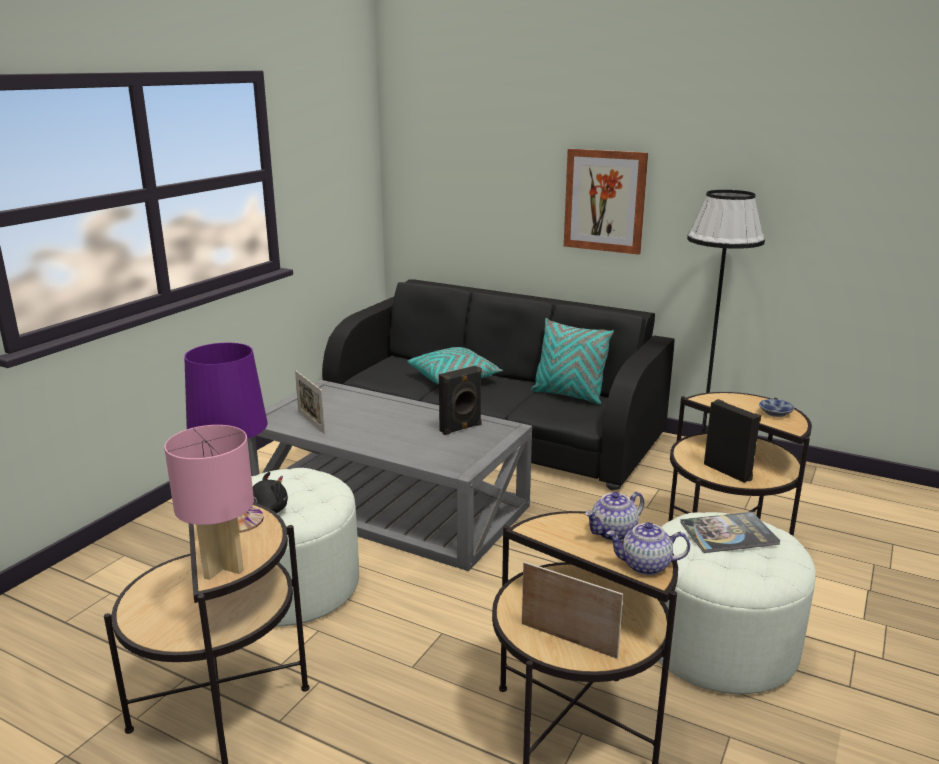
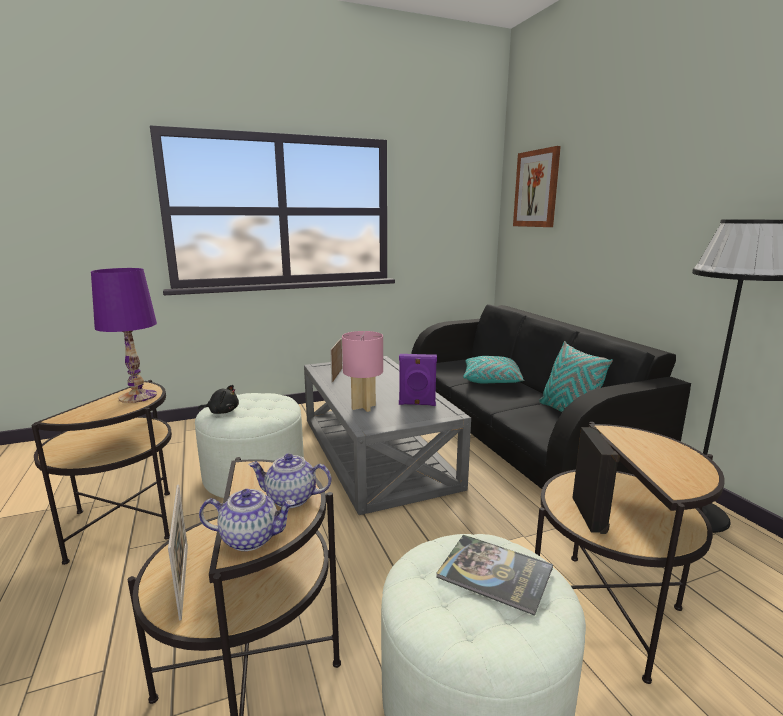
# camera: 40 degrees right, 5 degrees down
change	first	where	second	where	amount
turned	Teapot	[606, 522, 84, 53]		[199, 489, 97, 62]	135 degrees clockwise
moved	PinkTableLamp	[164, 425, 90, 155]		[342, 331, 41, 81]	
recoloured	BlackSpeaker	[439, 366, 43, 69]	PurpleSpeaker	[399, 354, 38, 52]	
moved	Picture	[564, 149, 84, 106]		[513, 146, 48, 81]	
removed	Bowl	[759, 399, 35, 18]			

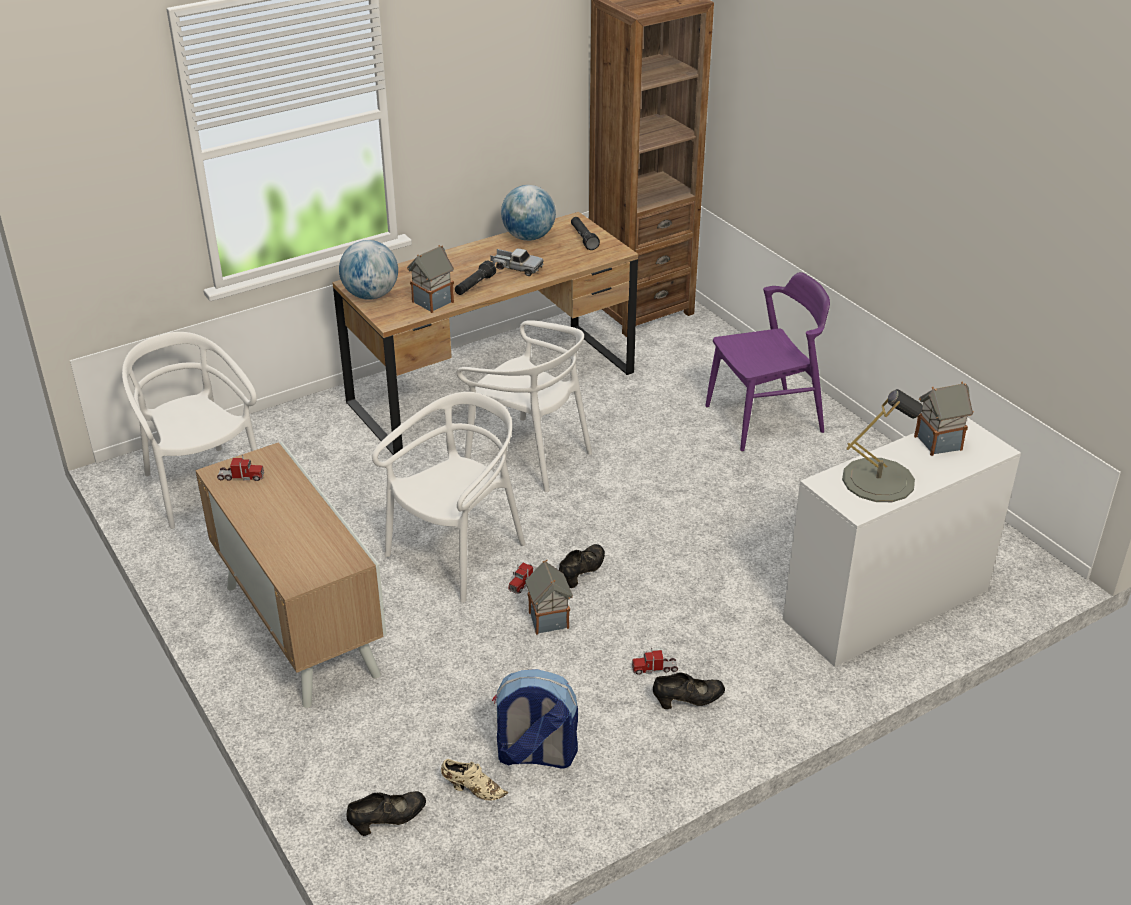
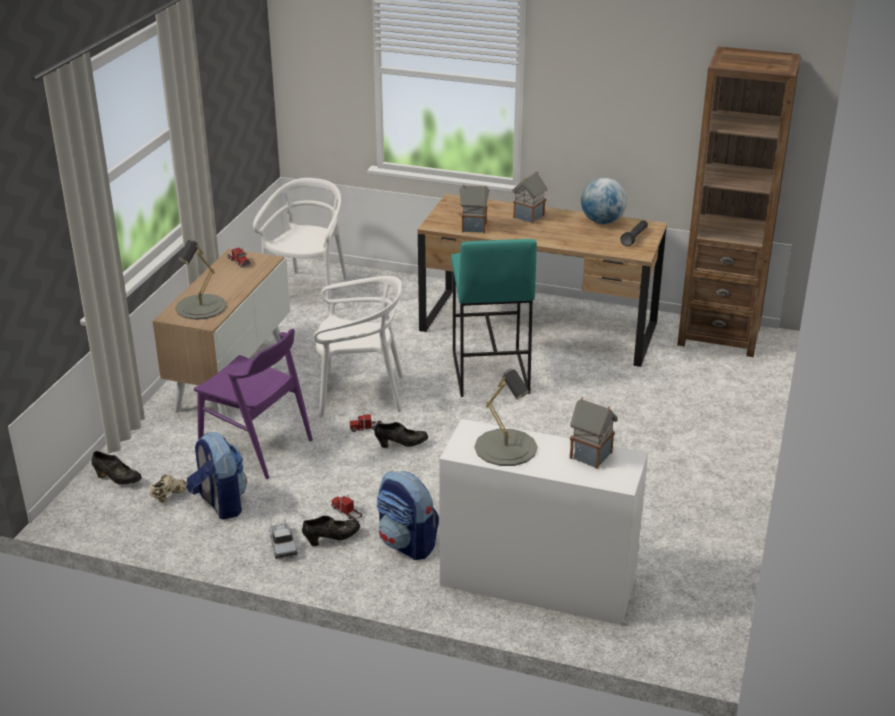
# camera: 50 degrees right, 5 degrees down
change	first	where	second	where	amount
turned	BeigeShoe	[441, 759, 67, 41]		[150, 474, 37, 29]	120 degrees counterclockwise
added			GreyTableLamp	[175, 240, 52, 80]	
moved	PurpleChair	[705, 272, 125, 179]		[194, 329, 119, 150]	
moved	ToyTruck	[490, 248, 54, 28]		[269, 519, 29, 40]	
turned	BlackShoe	[653, 672, 72, 37]		[302, 516, 58, 30]	60 degrees counterclockwise
added			Backpack	[377, 471, 62, 89]	
replaced	WhiteChair	[456, 320, 136, 172]	TurquoiseStool	[451, 239, 86, 158]	
moved	ToyHouse	[525, 559, 48, 76]		[512, 171, 36, 53]	
removed	Globe	[339, 240, 59, 60]			
removed	BlackFlashlight	[455, 261, 41, 34]			

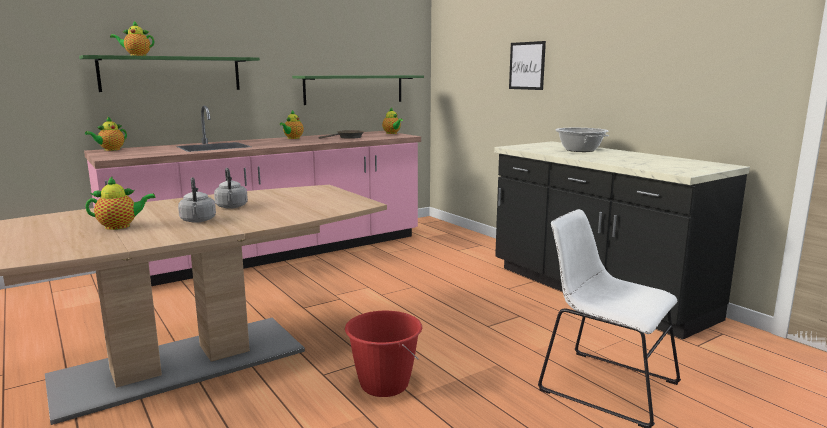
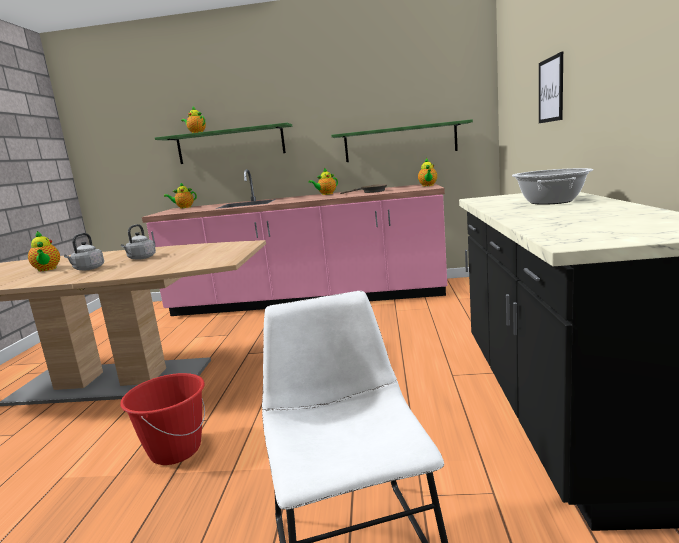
# camera: 40 degrees right, 0 degrees up
change	first	where	second	where	amount
turned	Teapot	[85, 176, 71, 54]		[28, 231, 32, 40]	45 degrees clockwise

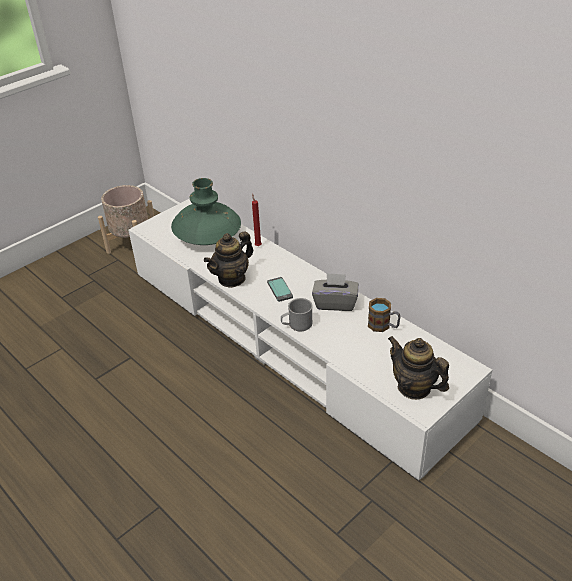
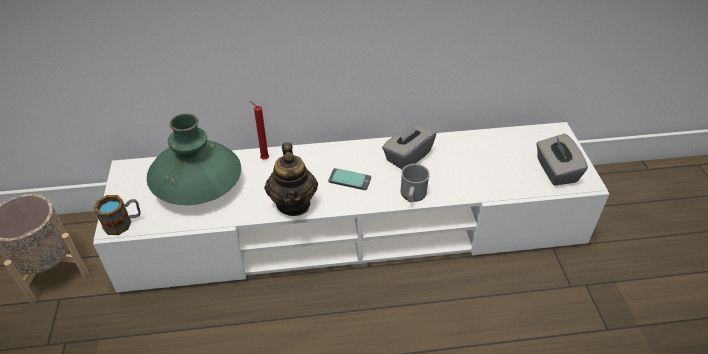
# camera: 55 degrees left, 5 degrees up
change	first	where	second	where	amount
moved	Mug	[368, 298, 33, 34]		[94, 195, 47, 40]	
replaced	Teapot	[388, 336, 61, 64]	GreyTissueBox	[536, 133, 52, 53]	

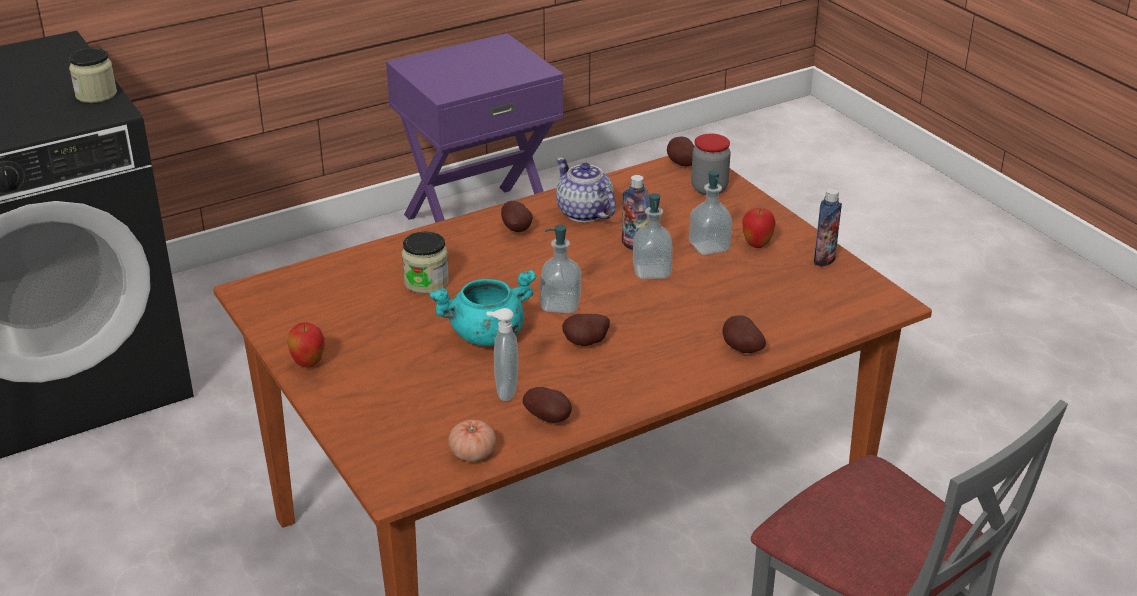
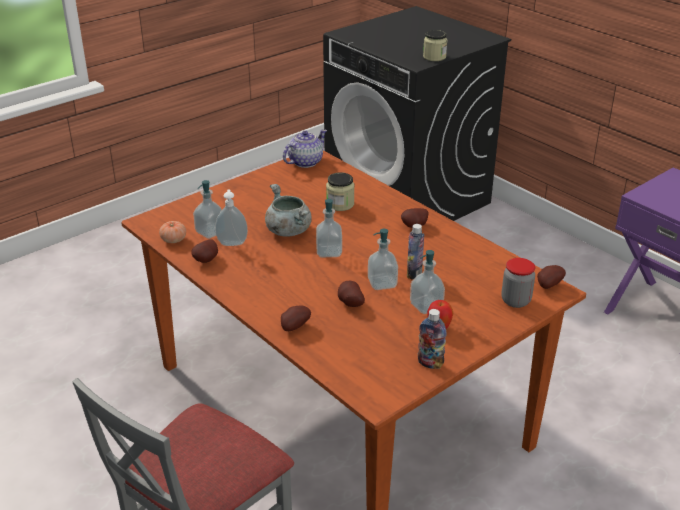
# camera: 80 degrees right, 0 degrees up
change	first	where	second	where	amount
added			SoapDispenser	[193, 180, 29, 59]	
recoloured	TurquoiseCookingPot	[430, 270, 107, 76]	GreyCookingPot	[265, 184, 47, 53]	
moved	Teapot	[556, 157, 60, 65]		[283, 129, 44, 39]	
moved	Potato	[562, 314, 48, 32]		[338, 281, 27, 26]	
removed	Apple	[287, 322, 38, 46]			

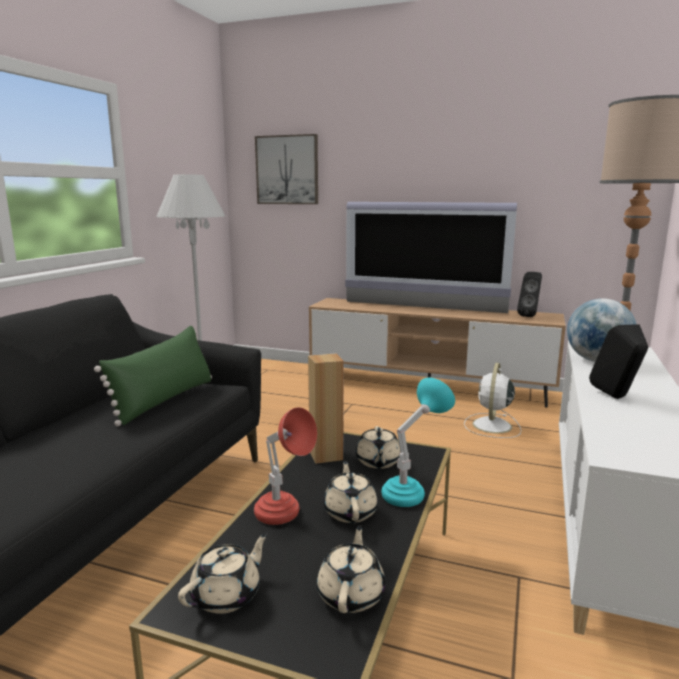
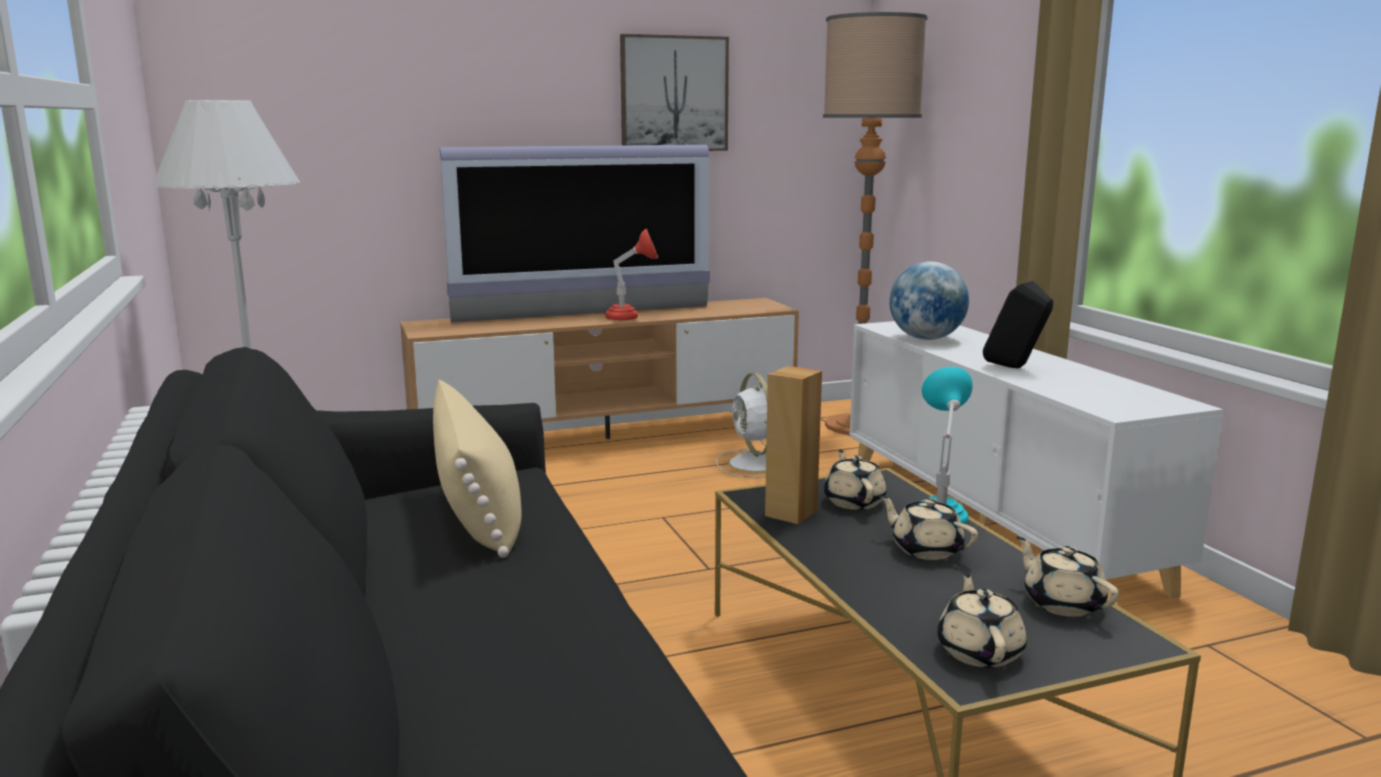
# camera: 40 degrees left, 0 degrees up
change	first	where	second	where	amount
recoloured	GreenPillow	[94, 326, 118, 100]	BeigePillow	[433, 380, 89, 178]	
moved	RedTableLamp	[254, 407, 63, 118]		[605, 228, 53, 92]	
moved	Picture	[255, 134, 63, 70]		[620, 34, 109, 117]	
turned	BeigeTeapot	[356, 426, 45, 43]		[824, 450, 63, 60]	150 degrees counterclockwise
removed	BlackSpeaker	[517, 272, 25, 45]			

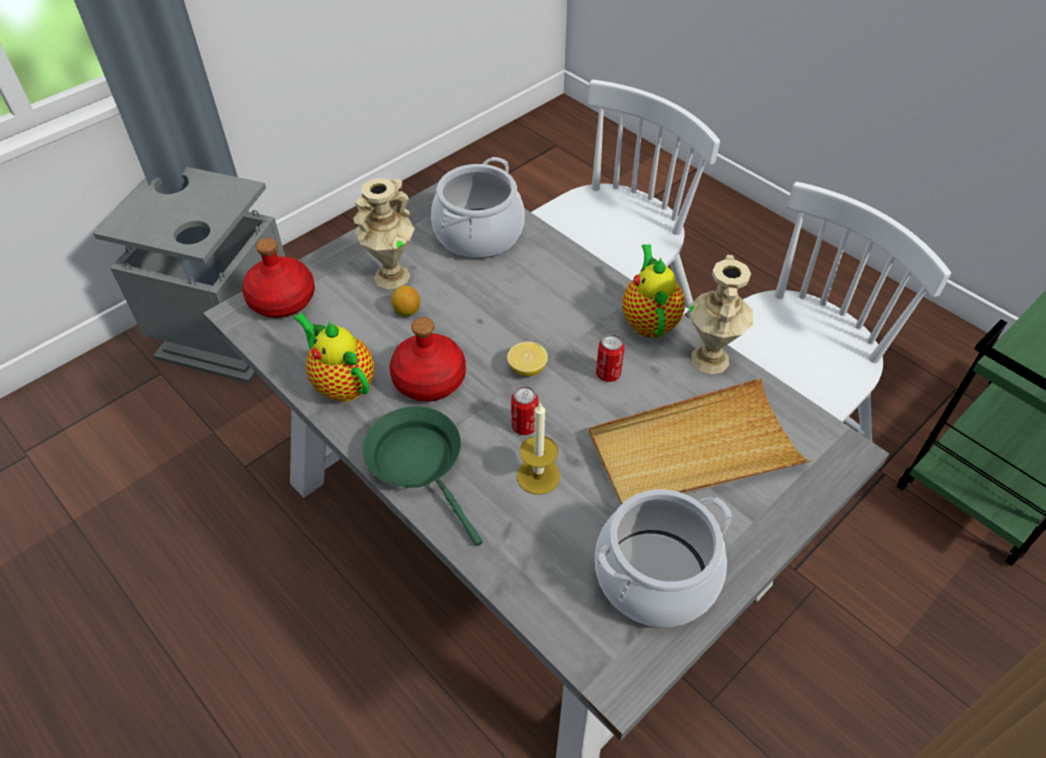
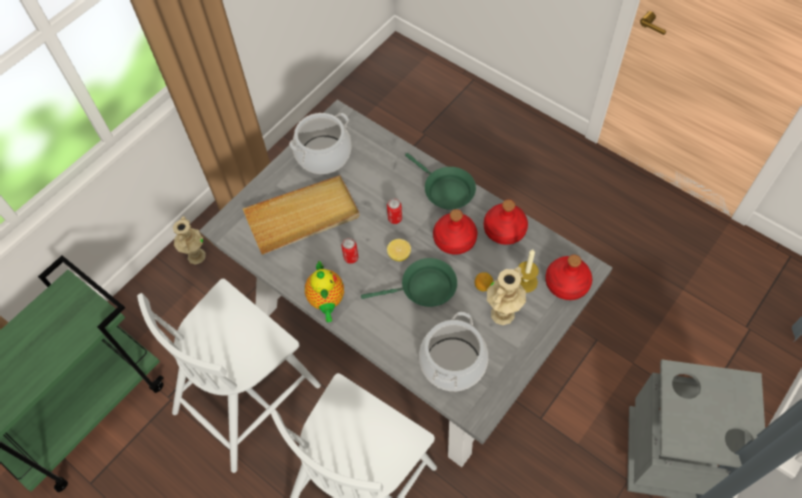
# camera: 175 degrees right, 10 degrees up
change	first	where	second	where	amount
moved	BeigeVase	[690, 255, 63, 119]		[173, 216, 33, 49]	
added			GreenFryingPan	[361, 258, 96, 49]	
replaced	Teapot	[294, 313, 81, 89]	RedBottle	[484, 199, 44, 46]	
moved	Candle	[517, 402, 43, 93]		[518, 249, 21, 44]	

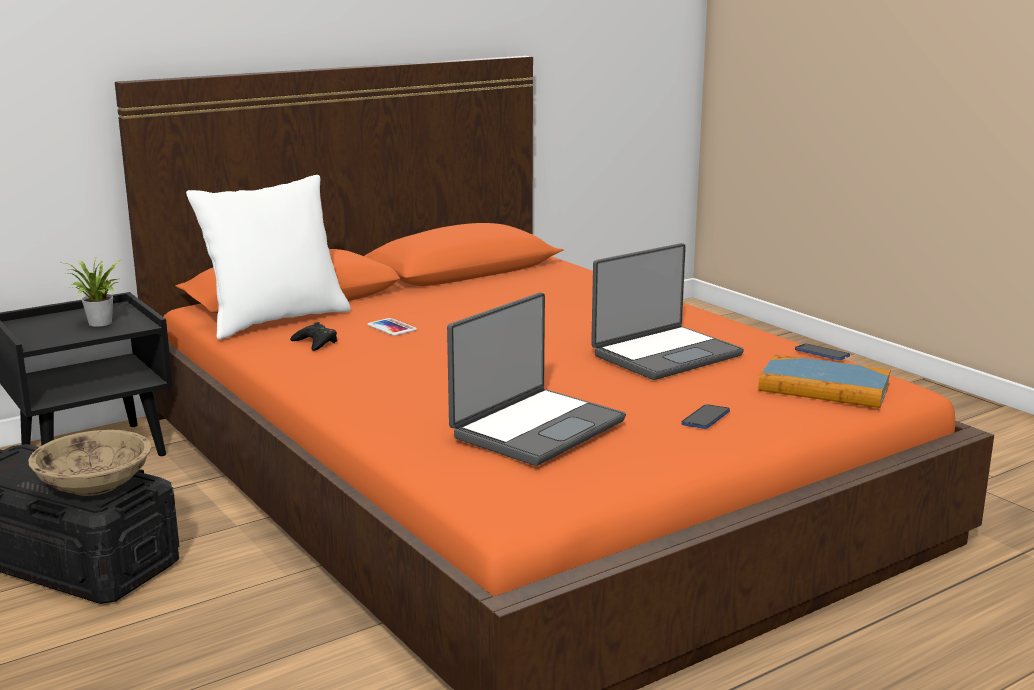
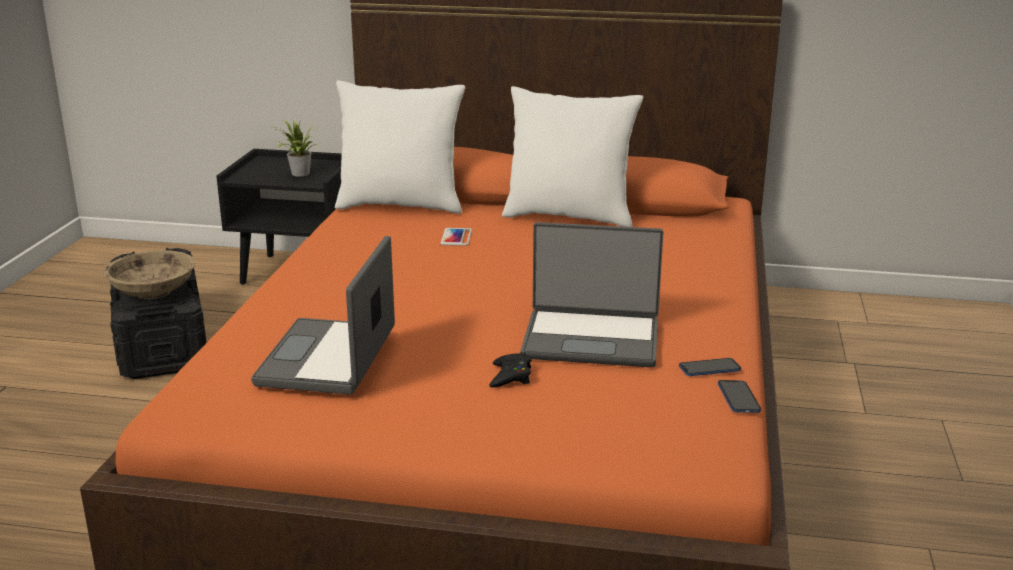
# camera: 45 degrees right, 5 degrees up
change	first	where	second	where	amount
turned	Laptop	[447, 292, 179, 174]		[251, 236, 144, 158]	105 degrees clockwise
moved	BlackGameController	[290, 322, 47, 29]		[489, 352, 43, 36]	
added			WhitePillow	[502, 86, 141, 141]	
moved	Phone	[681, 404, 49, 25]		[679, 358, 62, 18]	
removed	Book	[758, 355, 133, 53]			

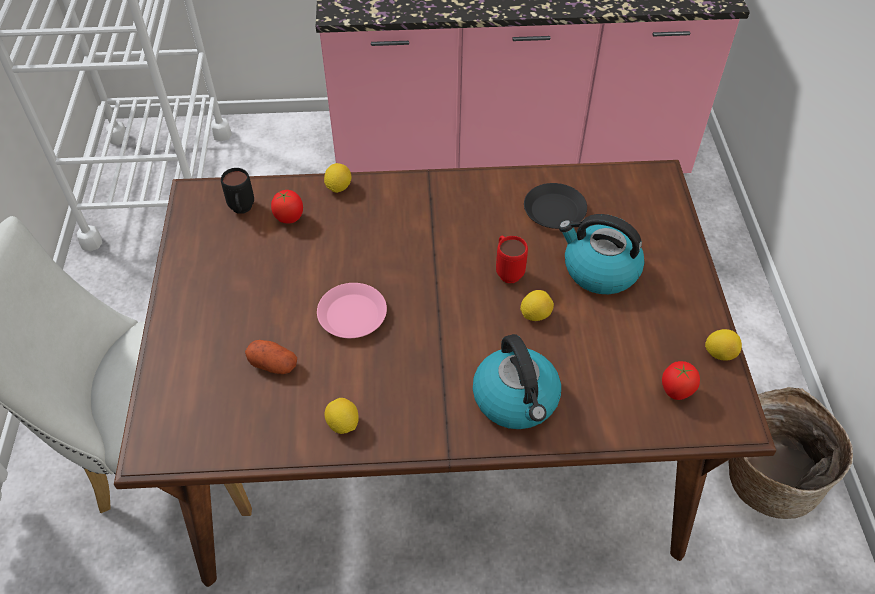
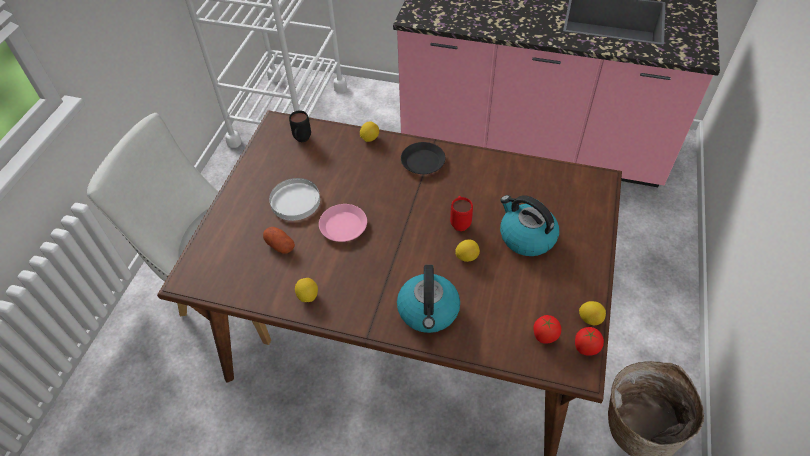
# camera: 20 degrees right, 0 degrees up
change	first	where	second	where	amount
added			WhitePlate	[269, 178, 51, 43]	
moved	BlackPlate	[524, 183, 63, 46]		[401, 142, 45, 32]	
moved	Tomato	[271, 190, 32, 33]		[575, 327, 29, 29]	

